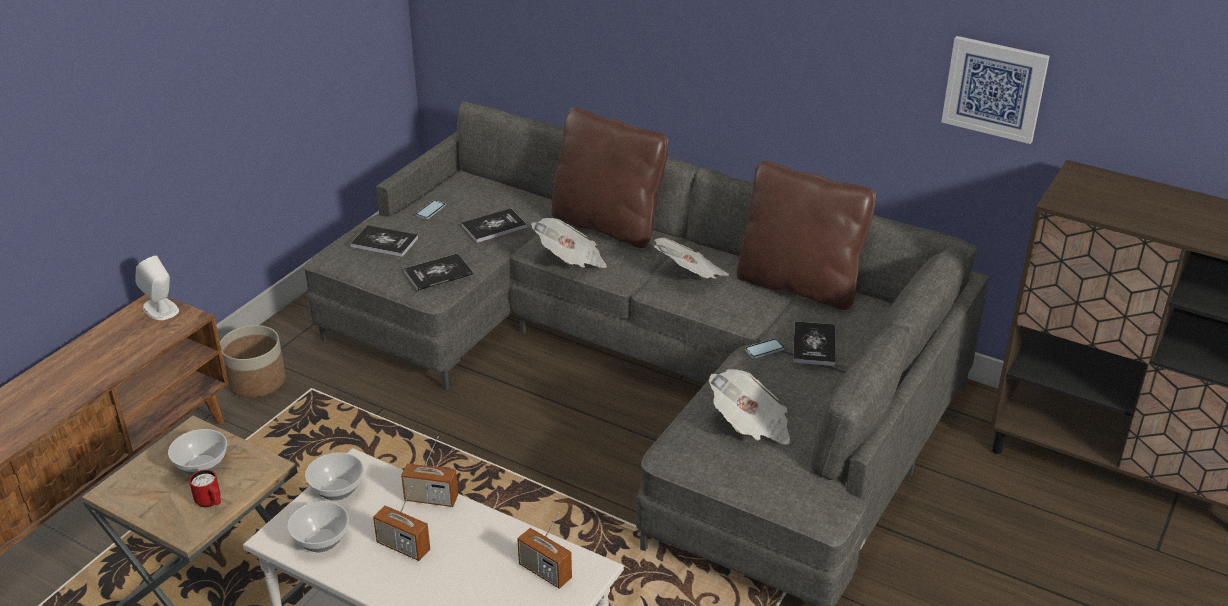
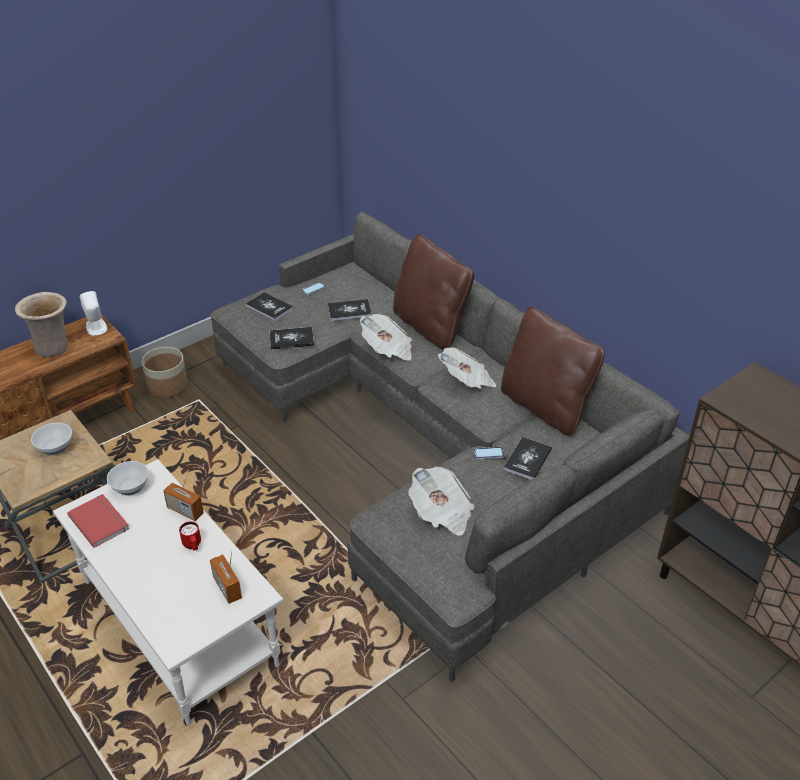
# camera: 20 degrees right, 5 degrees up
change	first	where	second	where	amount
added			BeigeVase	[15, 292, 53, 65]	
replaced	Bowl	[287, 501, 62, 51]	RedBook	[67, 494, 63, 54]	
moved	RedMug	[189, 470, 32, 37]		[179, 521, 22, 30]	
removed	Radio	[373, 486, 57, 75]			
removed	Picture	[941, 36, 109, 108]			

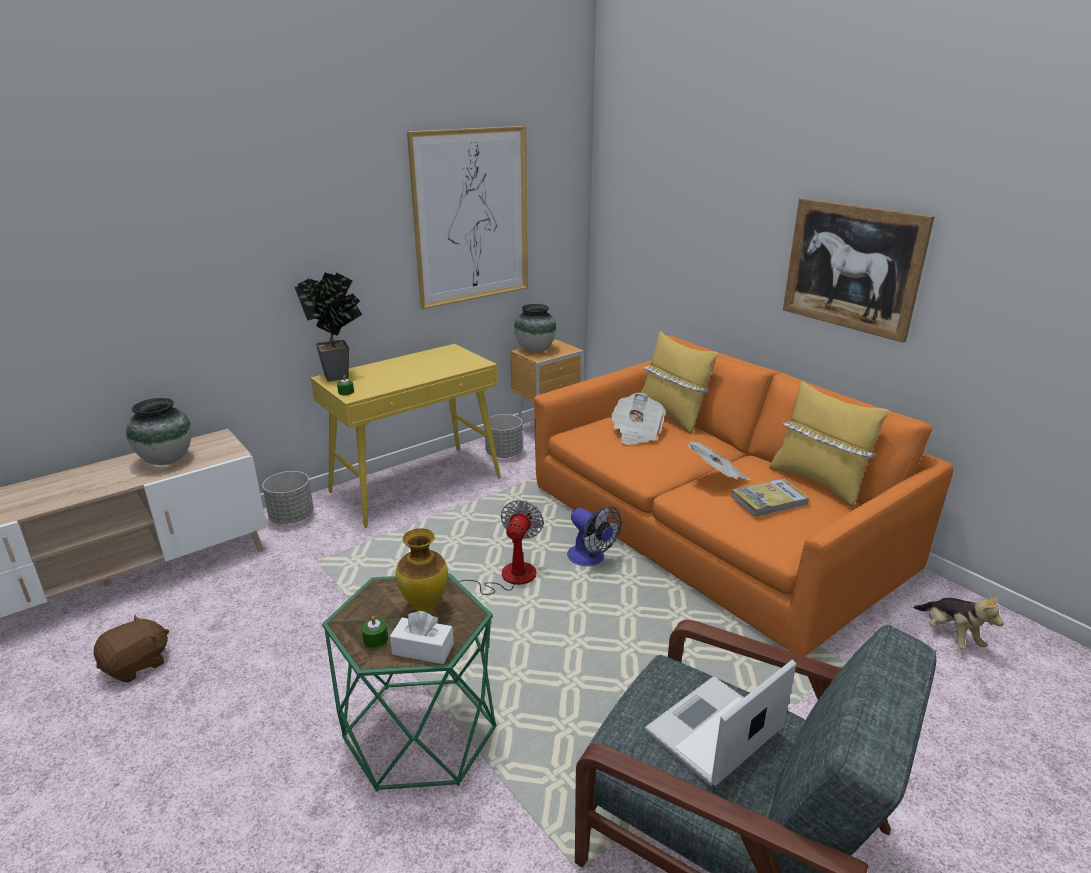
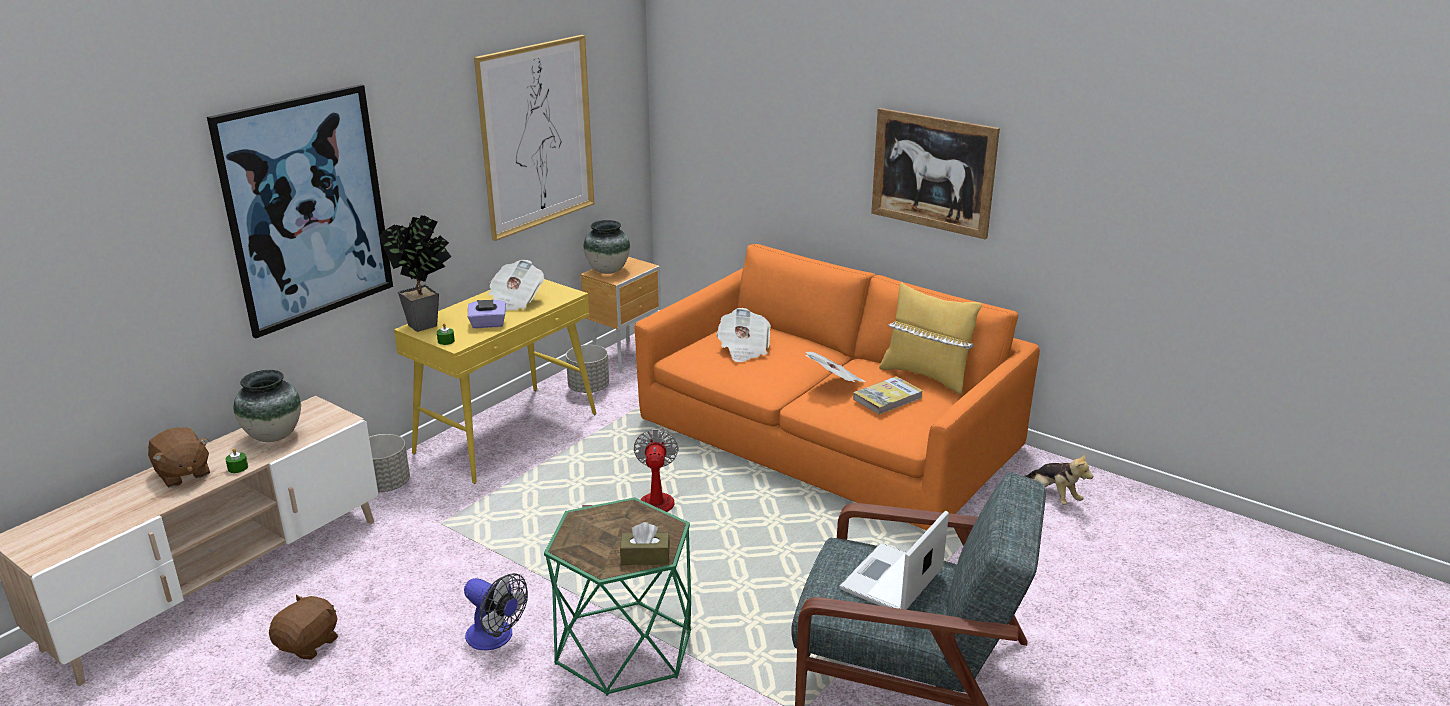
# camera: 15 degrees left, 0 degrees up
change	first	where	second	where	amount
added			BrownPlushToy	[148, 428, 62, 59]	
added			Picture	[207, 84, 186, 254]	
moved	GreenCandle	[362, 616, 26, 32]		[225, 448, 23, 25]	
moved	Fan	[567, 507, 55, 59]		[464, 573, 64, 77]	
added			PurpleTissueBox	[468, 300, 38, 28]	
added			Newspaper	[488, 260, 56, 51]	
recoloured	WhiteTissueBox	[390, 611, 64, 53]	BrownTissueBox	[620, 522, 50, 43]	
removed	Vase	[396, 528, 52, 84]			
removed	YellowPillow	[641, 331, 77, 103]			

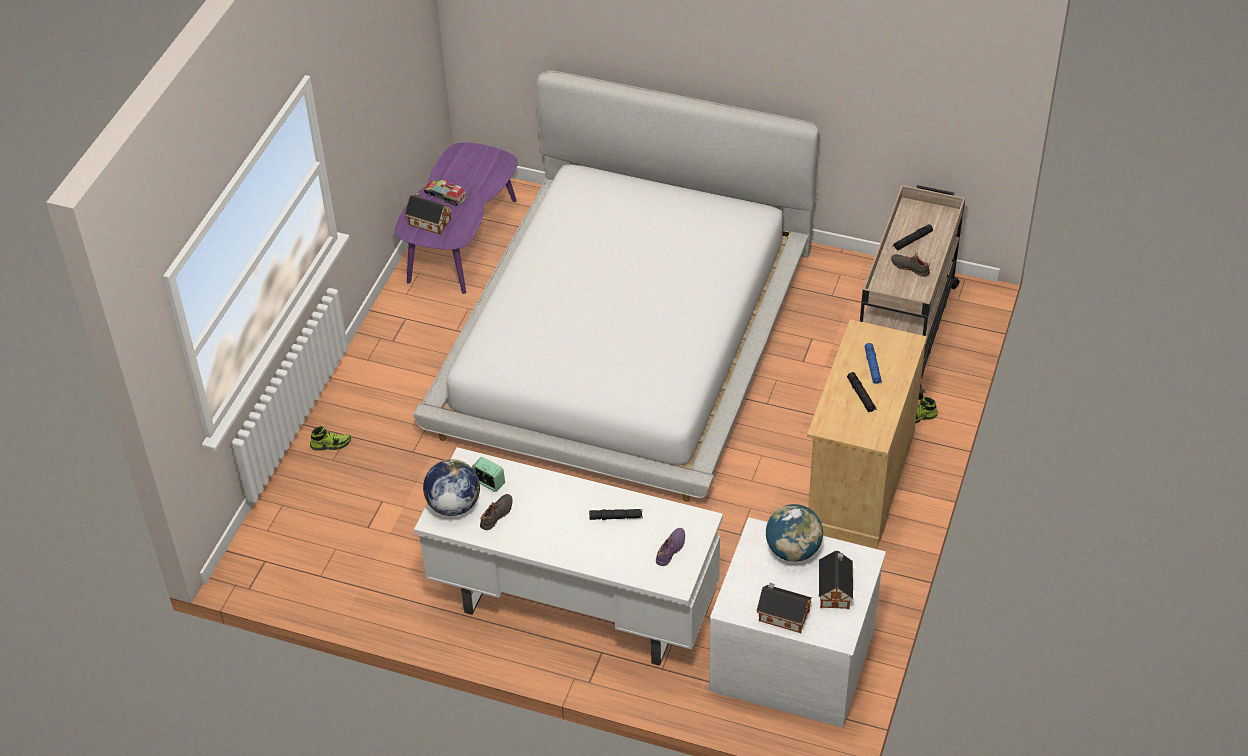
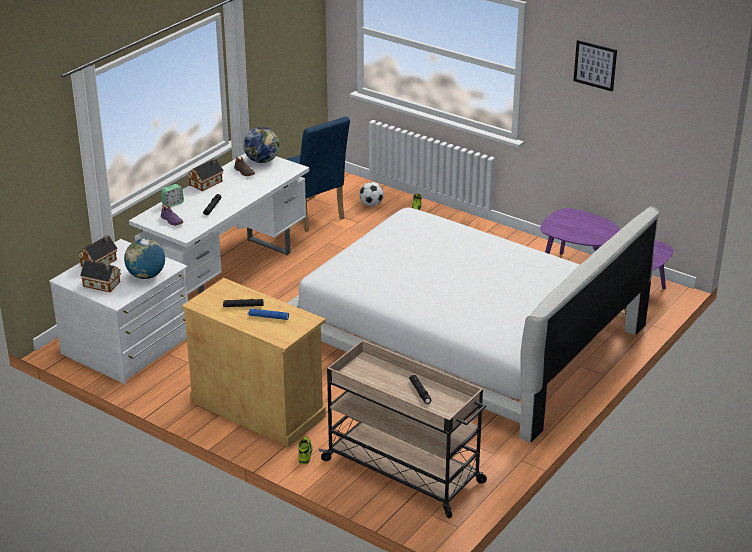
# camera: 105 degrees right, 15 degrees down
change	first	where	second	where	amount
moved	AlarmClock	[472, 457, 33, 35]		[161, 184, 23, 23]	
moved	ToyHouse	[405, 192, 46, 42]		[187, 158, 37, 33]	
added			BlueChair	[286, 116, 64, 116]	
added			Football	[360, 182, 24, 24]	
added			Picture	[573, 40, 44, 52]	
removed	ToyTruck	[424, 180, 43, 26]			
removed	BlackShoe	[891, 253, 39, 24]			

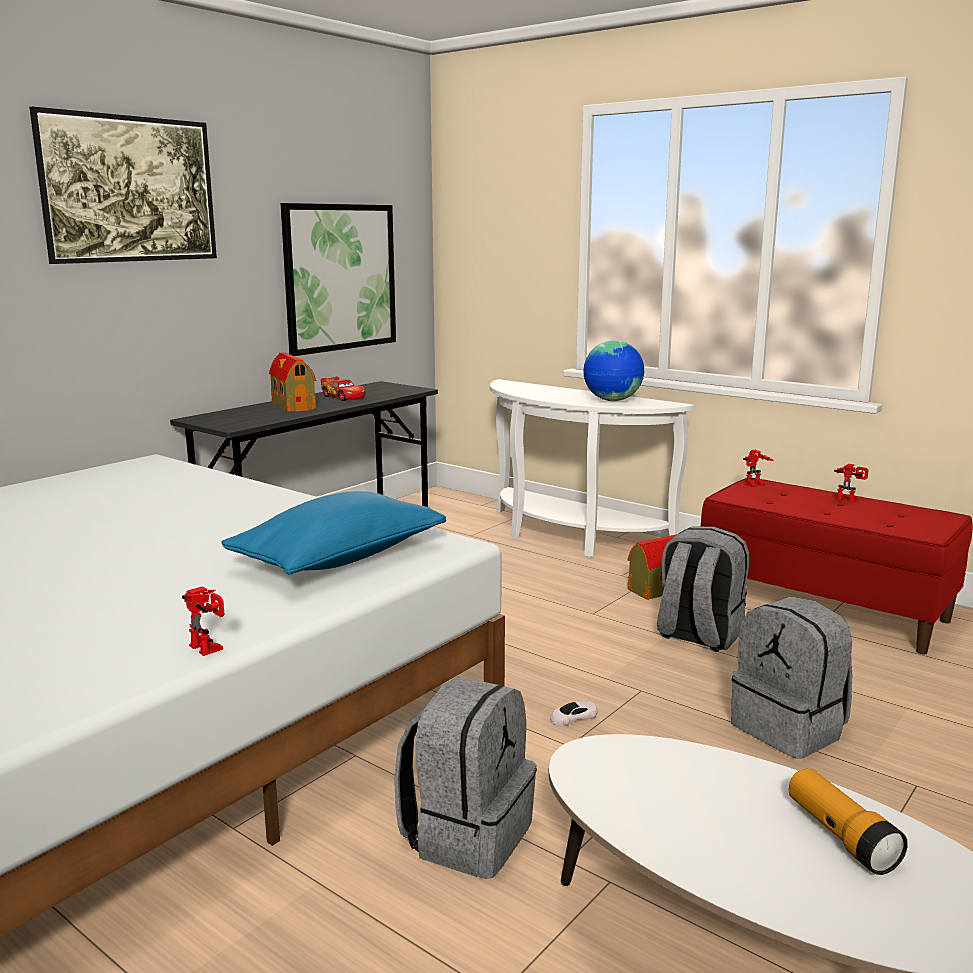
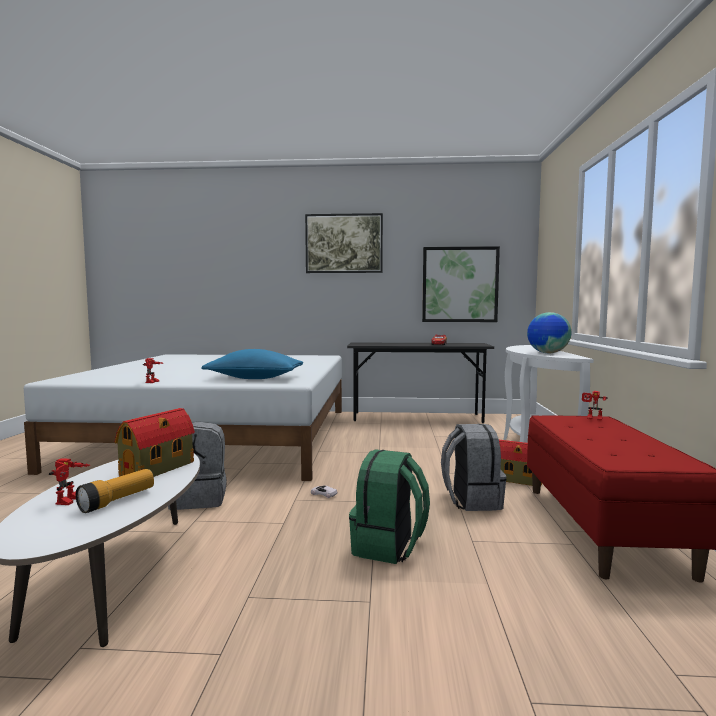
# camera: 55 degrees right, 10 degrees down
change	first	where	second	where	amount
moved	ToyRobot	[834, 464, 35, 39]		[49, 458, 41, 47]	
moved	ToyHouse	[269, 352, 47, 60]		[115, 408, 80, 69]	
recoloured	GreyBackpack	[731, 596, 121, 163]	GreenBackpack	[349, 449, 81, 115]	

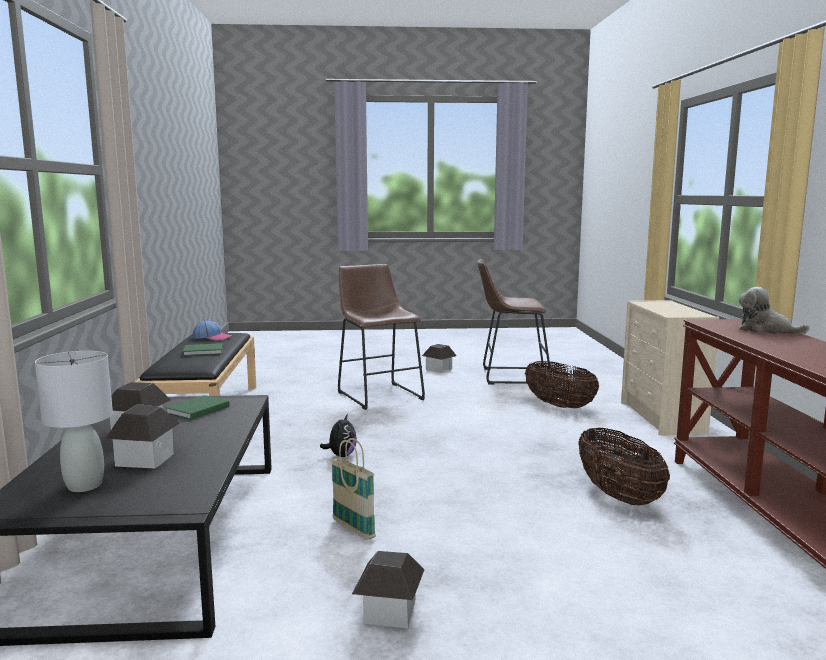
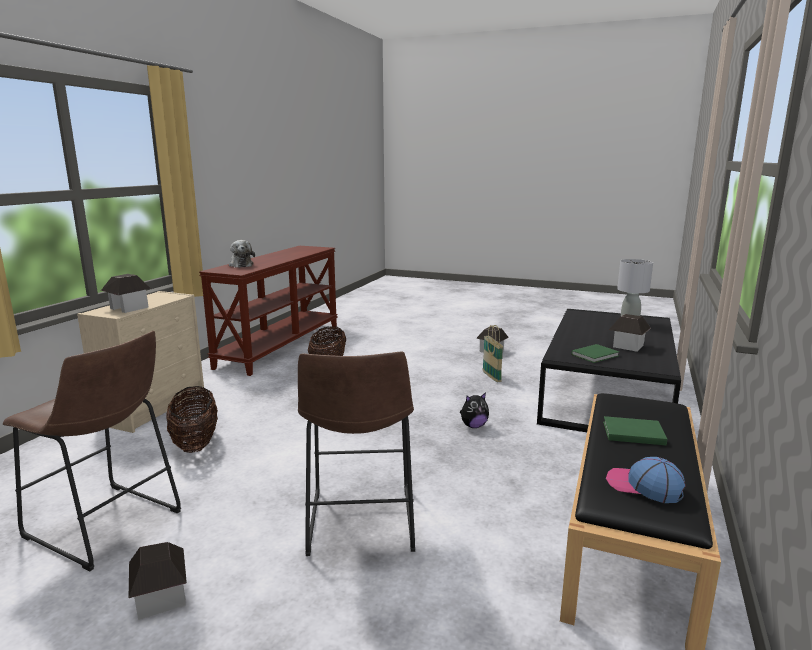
# camera: 155 degrees left, 5 degrees up
change	first	where	second	where	amount
moved	ToyHouse	[105, 404, 74, 64]		[101, 274, 50, 39]	
turned	PlushToy	[320, 414, 37, 43]		[460, 393, 29, 35]	150 degrees counterclockwise

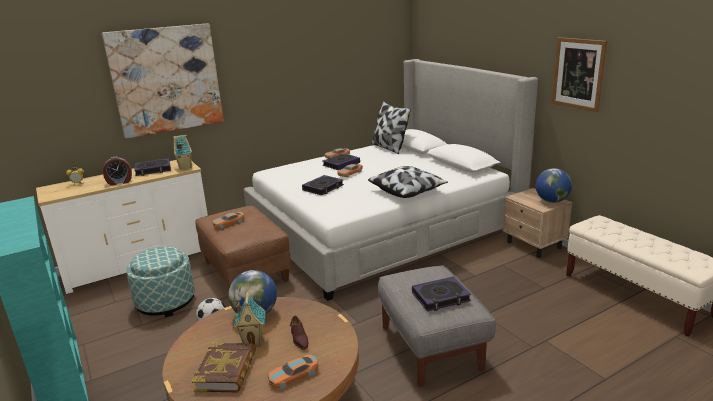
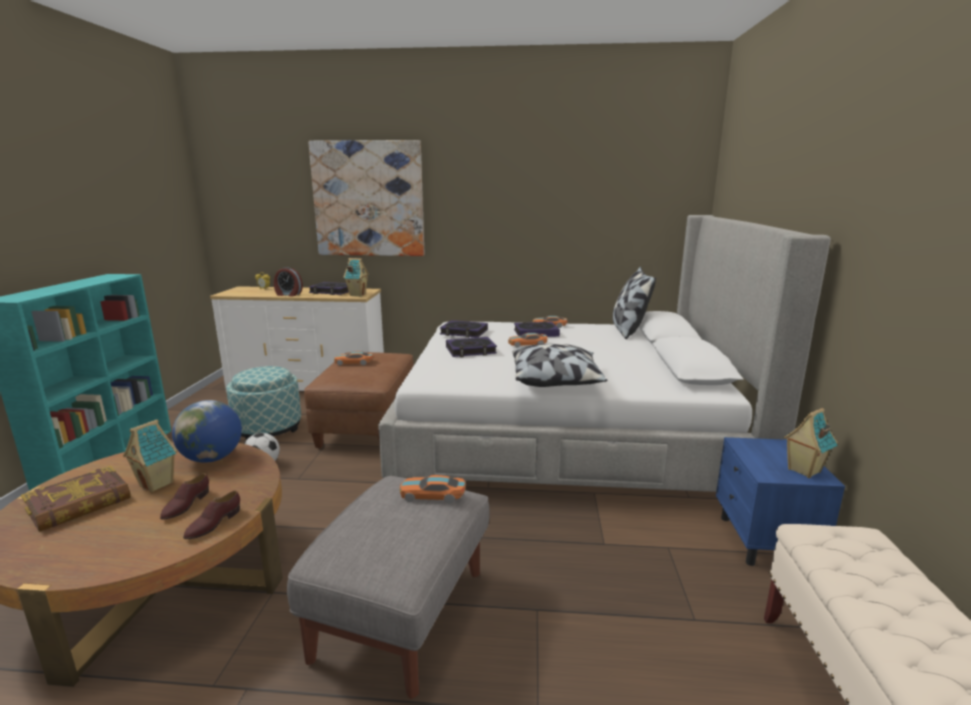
# camera: 35 degrees right, 5 degrees down
change	first	where	second	where	amount
added			BrownShoe	[183, 491, 57, 48]	
moved	ToyCar	[268, 354, 51, 36]		[400, 475, 65, 29]	
moved	Book	[412, 277, 59, 34]		[440, 320, 48, 18]	
recoloured	BeigeNightstand	[503, 188, 69, 70]	BlueNightstand	[716, 437, 129, 129]	
replaced	Globe	[536, 168, 36, 35]	ToyHouse	[783, 408, 55, 70]	
removed	Picture	[552, 37, 55, 75]			

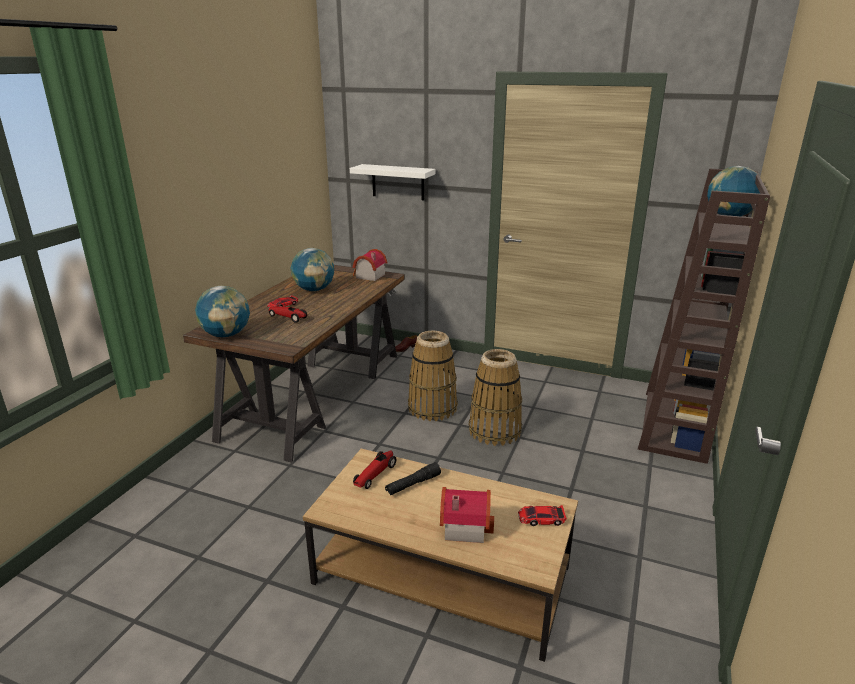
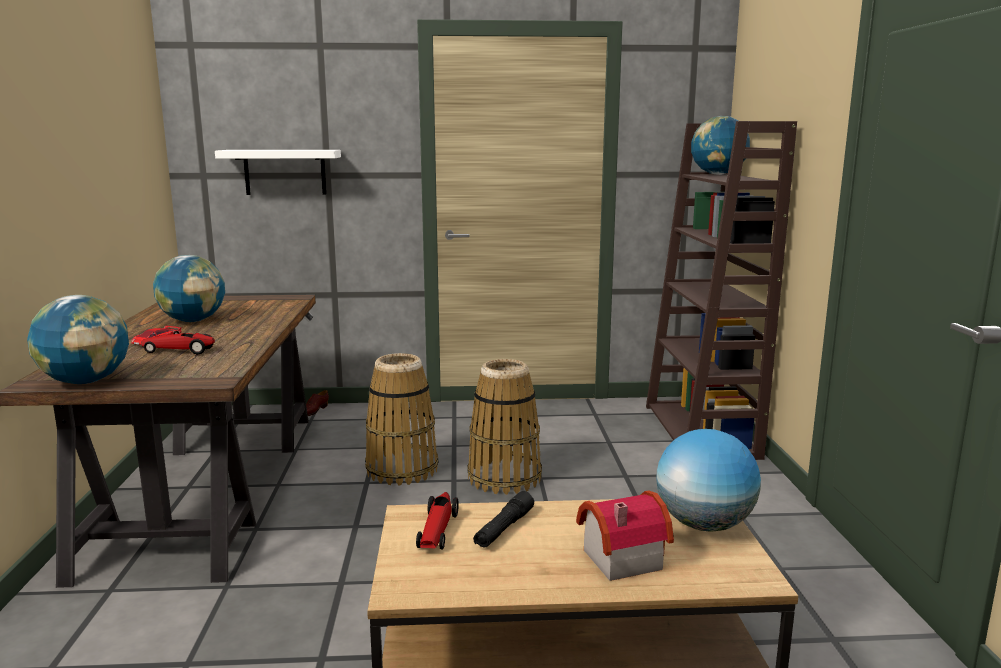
# camera: 25 degrees left, 10 degrees down
change	first	where	second	where	amount
replaced	ToyCar	[518, 505, 49, 21]	Globe	[656, 429, 105, 103]	
removed	ToyHouse	[353, 249, 34, 32]			

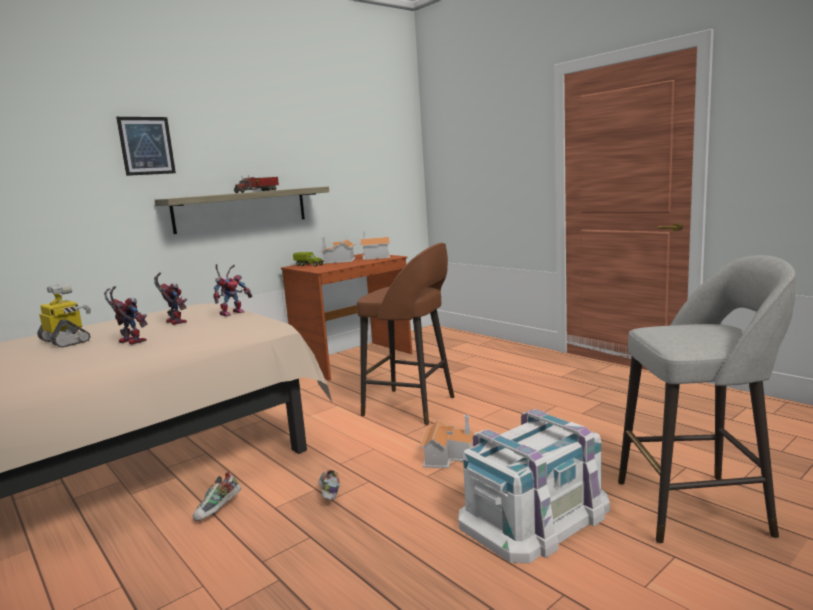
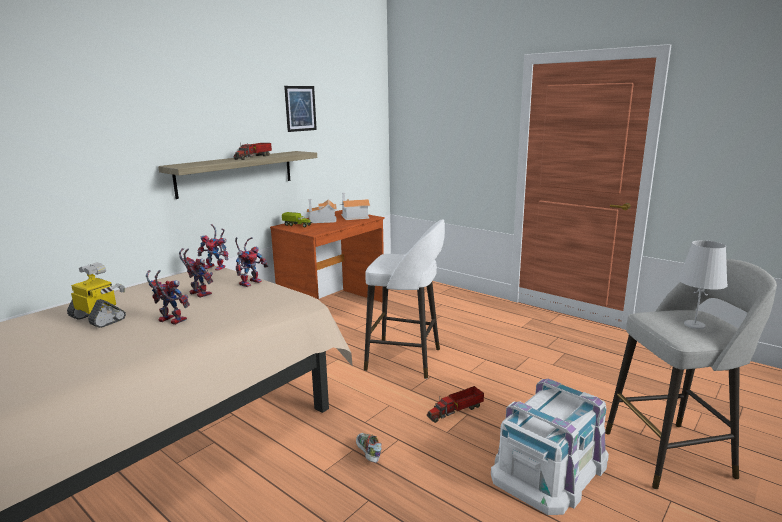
# camera: 10 degrees left, 5 degrees up
change	first	where	second	where	amount
added			ToyRobot	[197, 224, 31, 47]	
moved	Picture	[116, 117, 60, 59]		[284, 86, 33, 46]	
recoloured	BrownStool	[357, 243, 98, 182]	WhiteStool	[364, 219, 81, 160]	
replaced	ToyHouse	[419, 415, 55, 53]	ToyTruck	[427, 386, 57, 37]	
added			WhiteTableLamp	[678, 240, 50, 89]	
removed	Shoe	[193, 472, 48, 50]			

